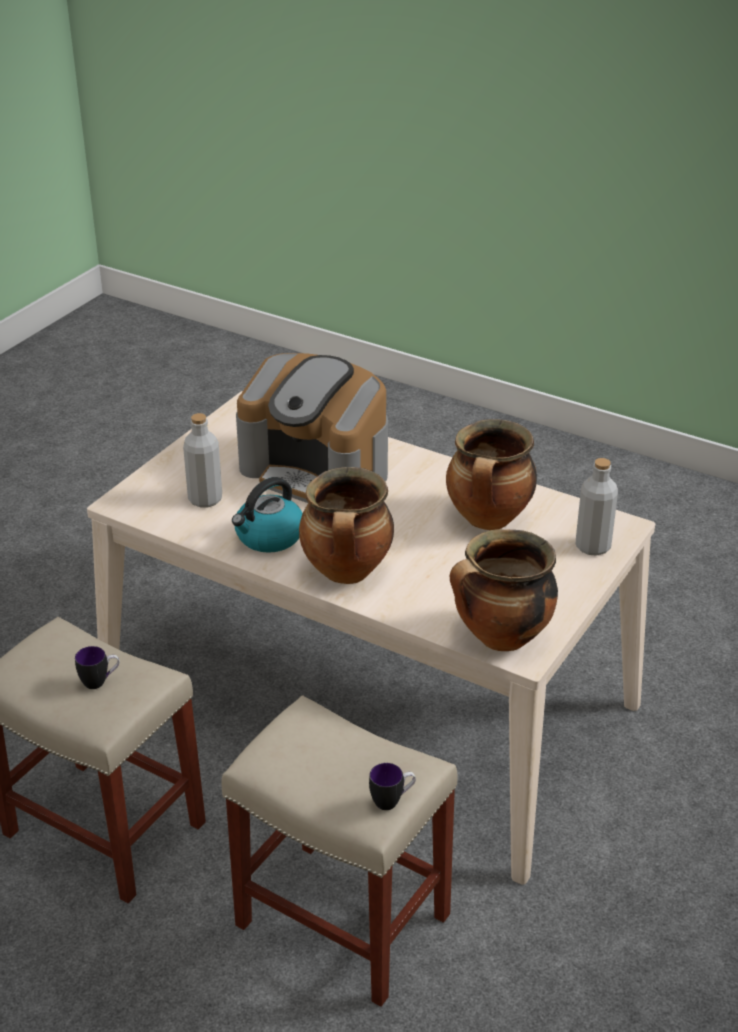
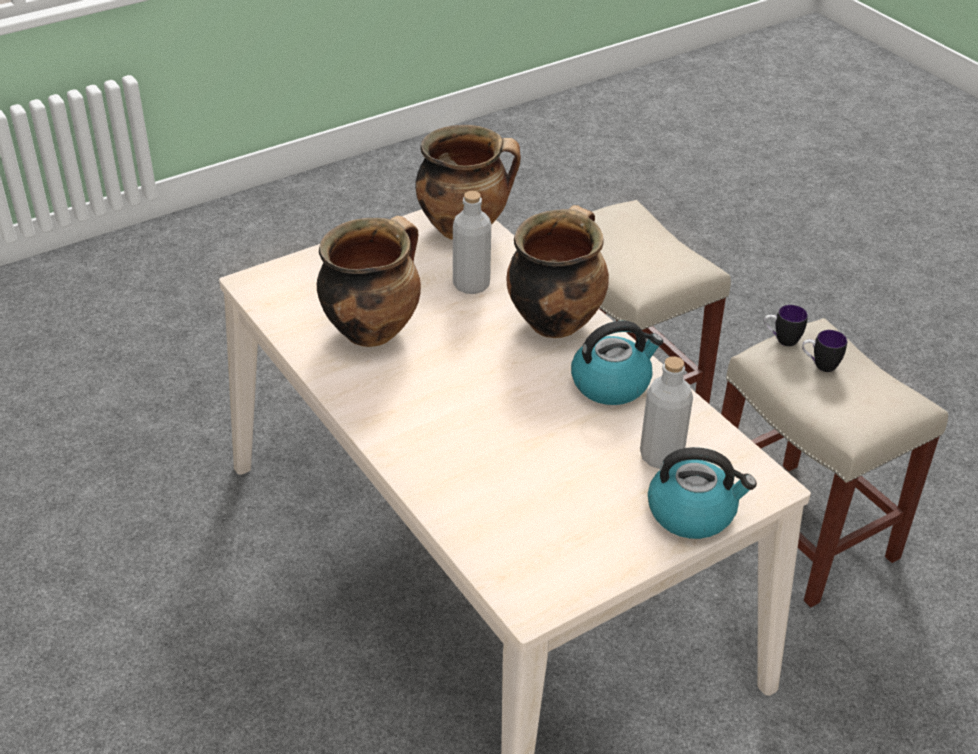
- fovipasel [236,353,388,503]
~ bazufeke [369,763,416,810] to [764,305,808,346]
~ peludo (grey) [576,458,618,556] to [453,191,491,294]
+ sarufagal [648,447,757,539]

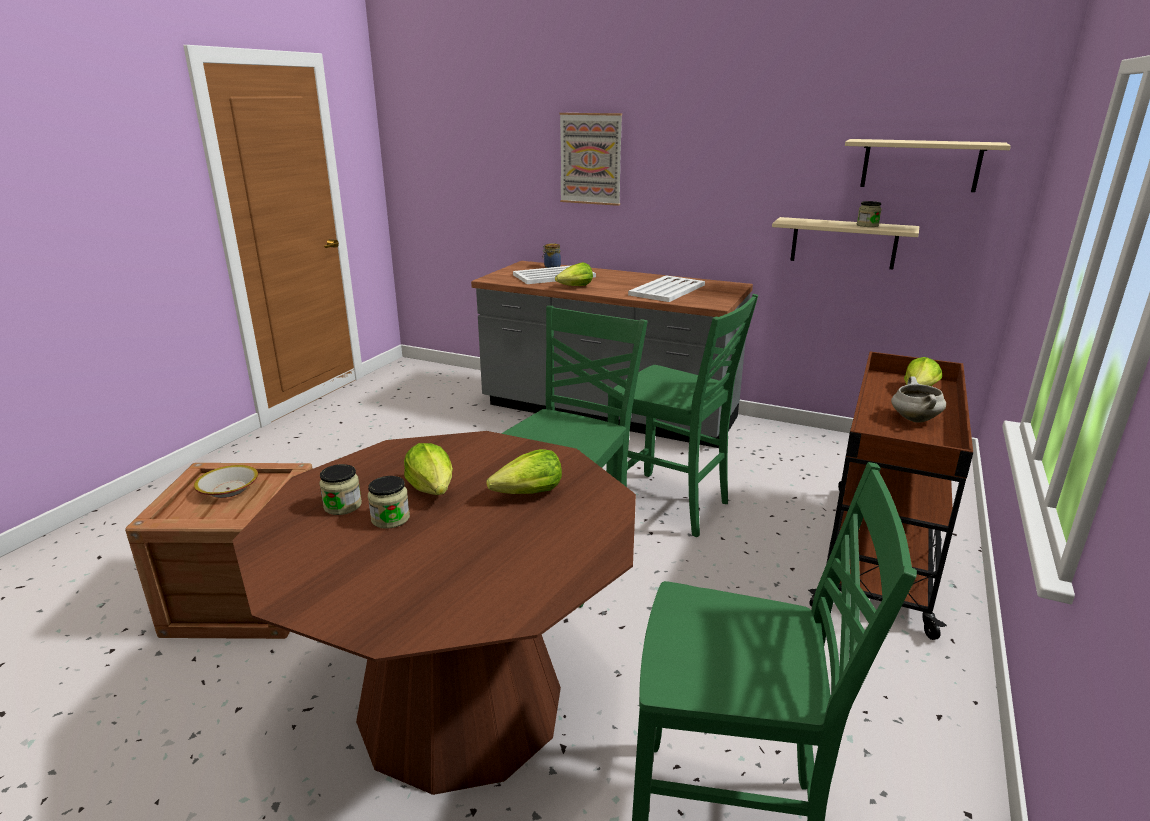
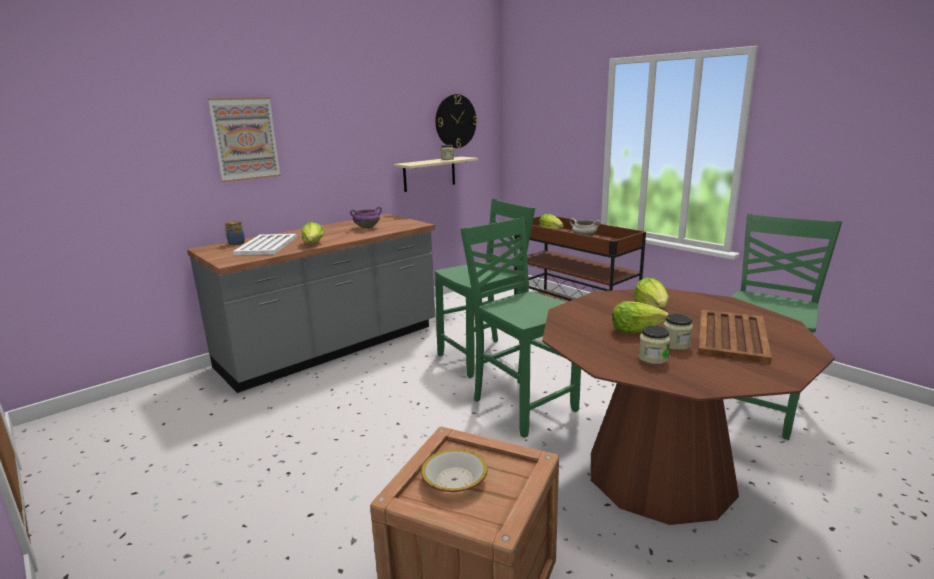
~ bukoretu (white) [628,275,705,302] to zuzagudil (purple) [350,207,381,229]
~ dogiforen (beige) [845,139,1011,192] to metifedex [435,94,477,148]
+ bukoretu (brown) [698,310,772,364]

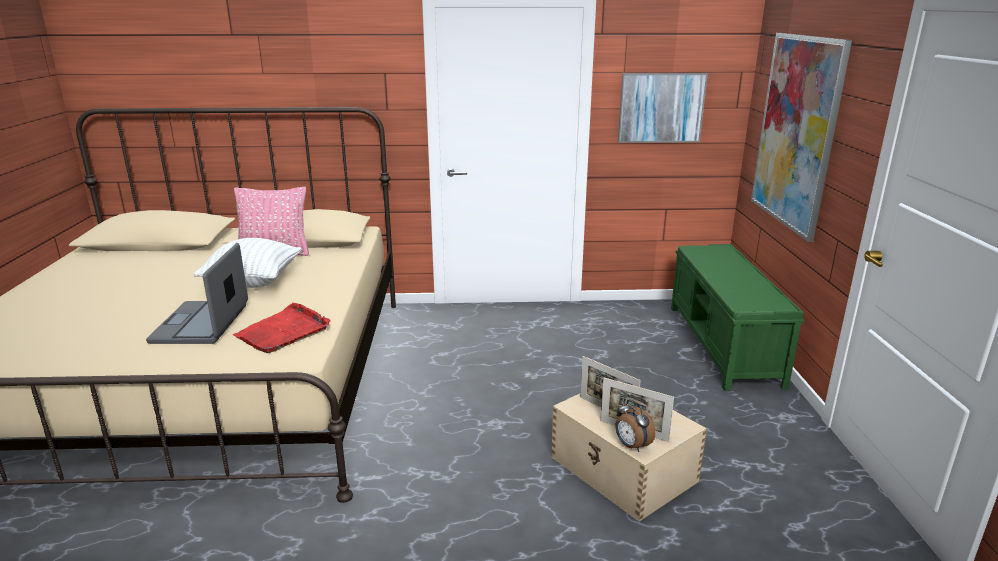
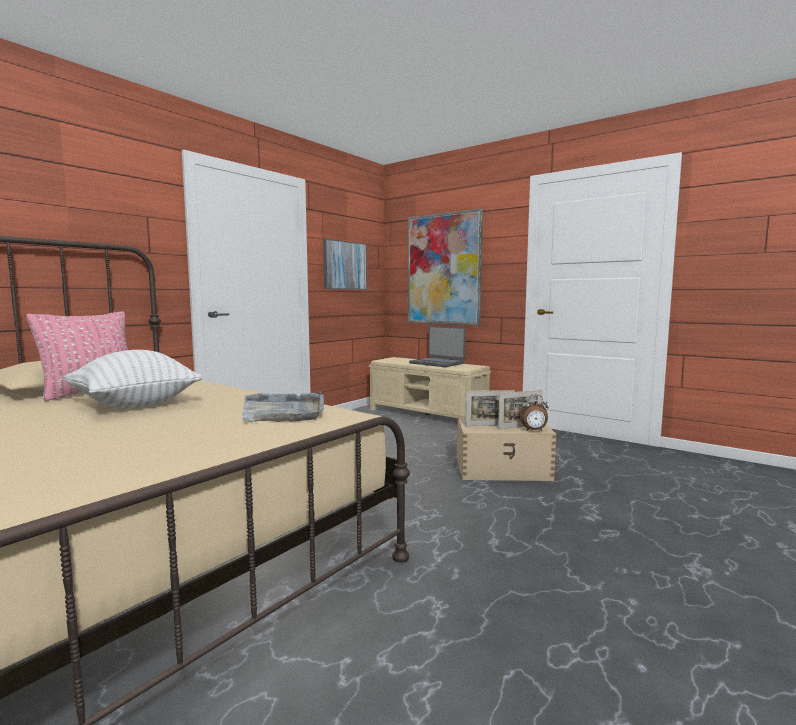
~ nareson [146,243,248,344] to [409,326,466,367]
~ bukoretu (red) [233,303,330,353] to bukoretu (grey) [242,392,324,422]
~ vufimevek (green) [671,244,805,391] to vufimevek (beige) [368,357,491,418]

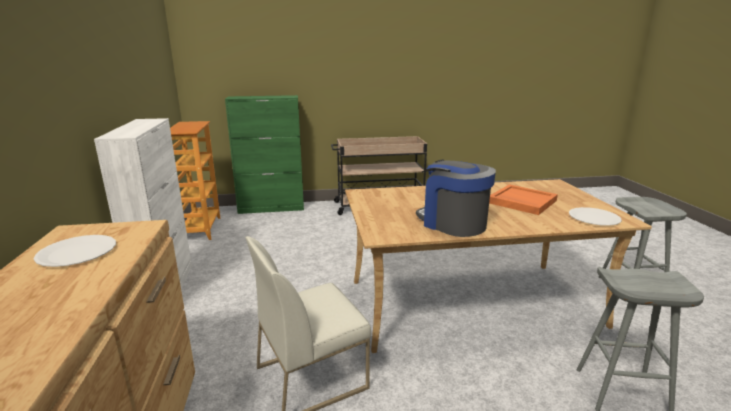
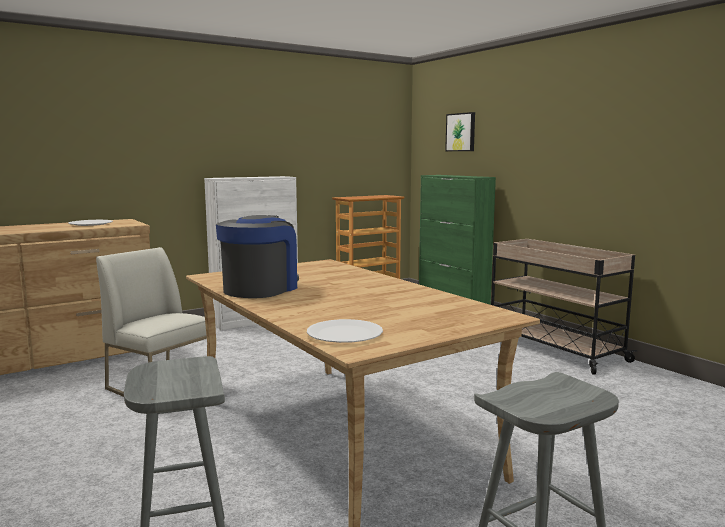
- bukoretu (orange) [489,184,558,215]
+ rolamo [445,112,475,151]

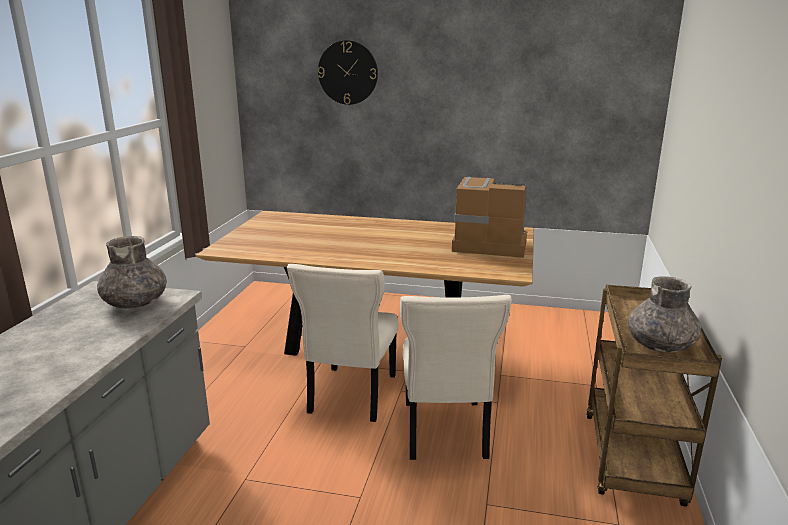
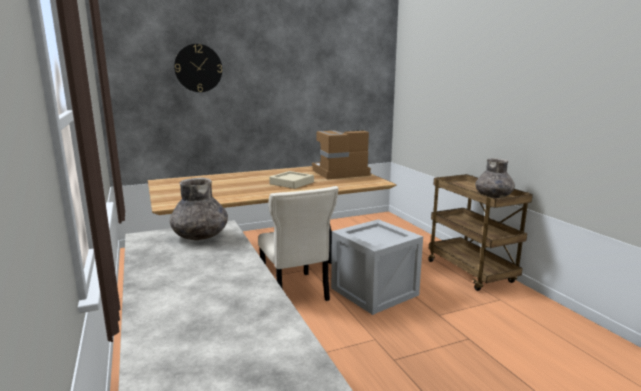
~ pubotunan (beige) [400,295,512,460] to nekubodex [331,219,423,315]
+ bukoretu (beige) [269,171,314,189]

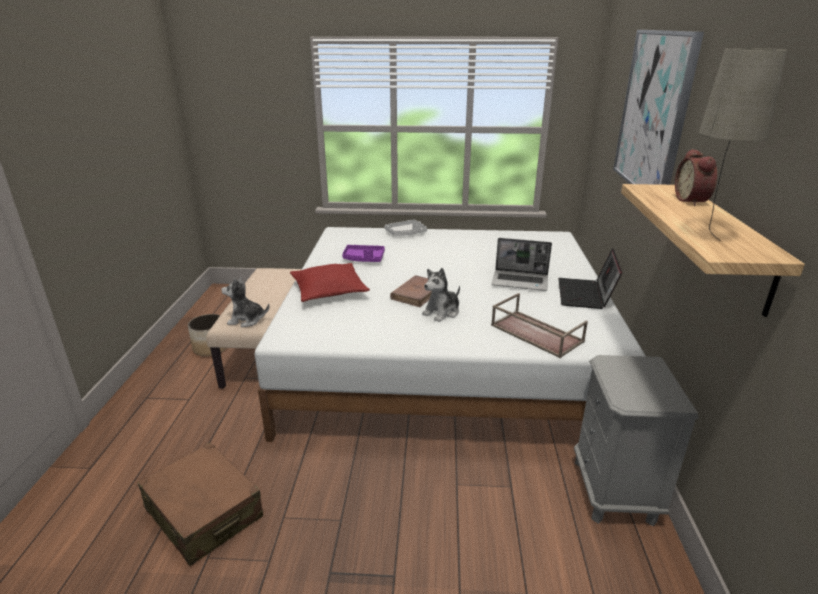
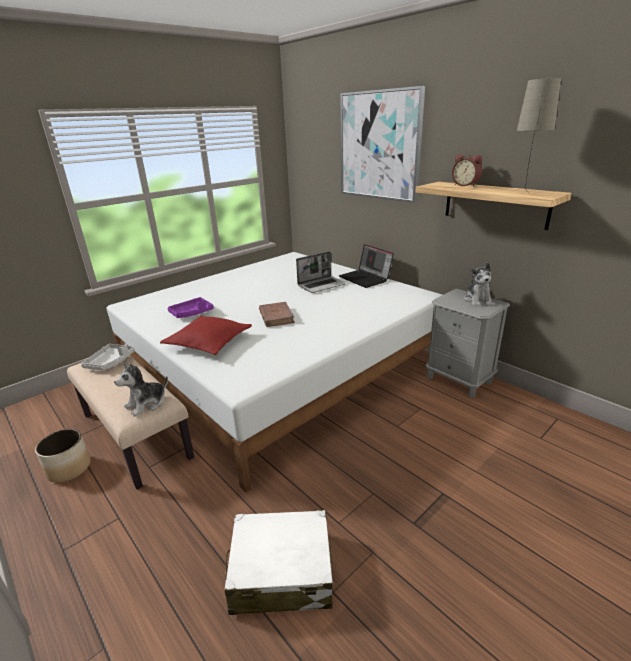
~ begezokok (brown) [138,442,263,566] to begezokok (white) [225,510,333,615]
~ bukoretu (grey) [384,219,427,236] to [81,344,135,371]
~ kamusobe [422,268,460,322] to [464,262,493,306]
- bukoretu (brown) [491,293,588,358]

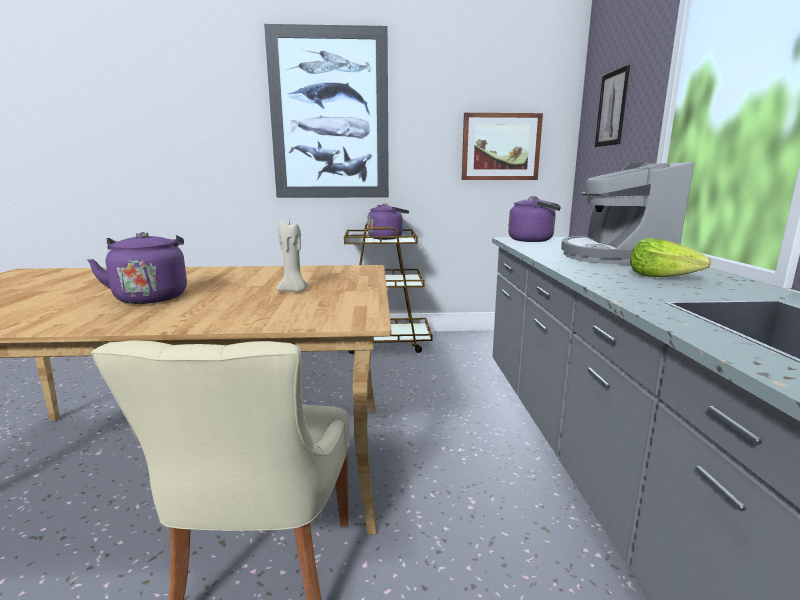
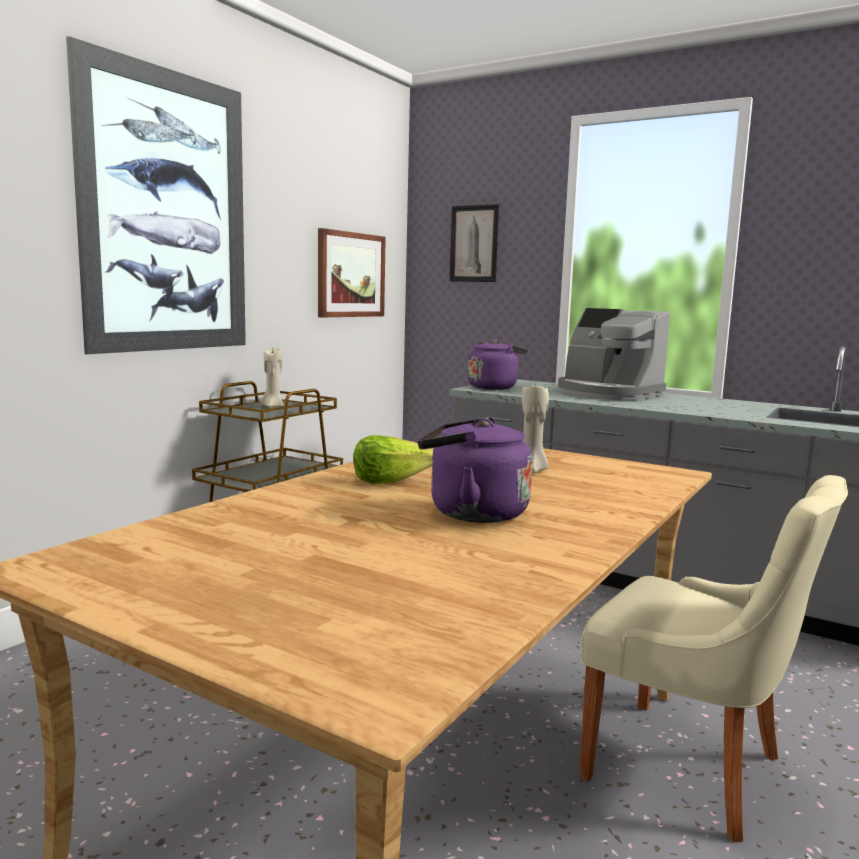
~ sarufagal (purple) [367,204,409,240] to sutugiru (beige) [261,348,283,407]
~ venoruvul [630,238,711,277] to [353,435,433,484]

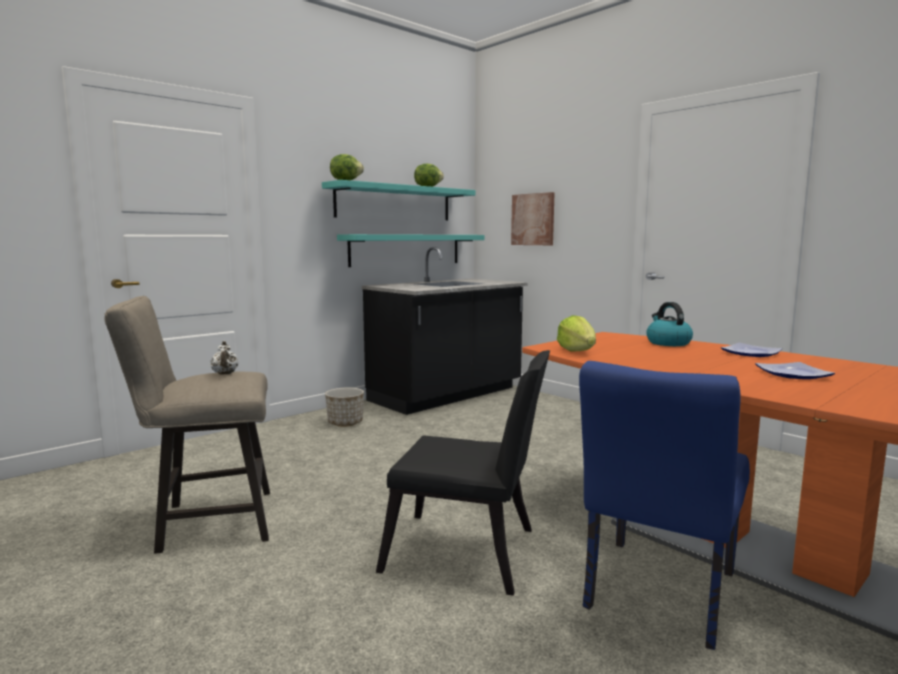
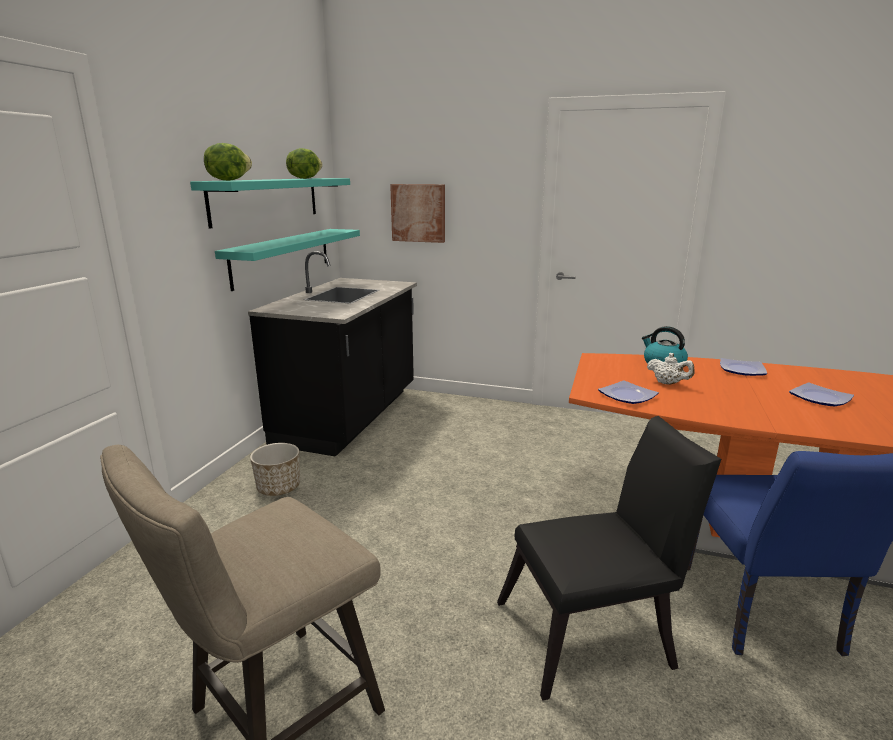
~ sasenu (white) [210,341,239,375] to [647,353,695,385]
~ venoruvul [557,315,596,351] to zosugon [598,380,659,404]

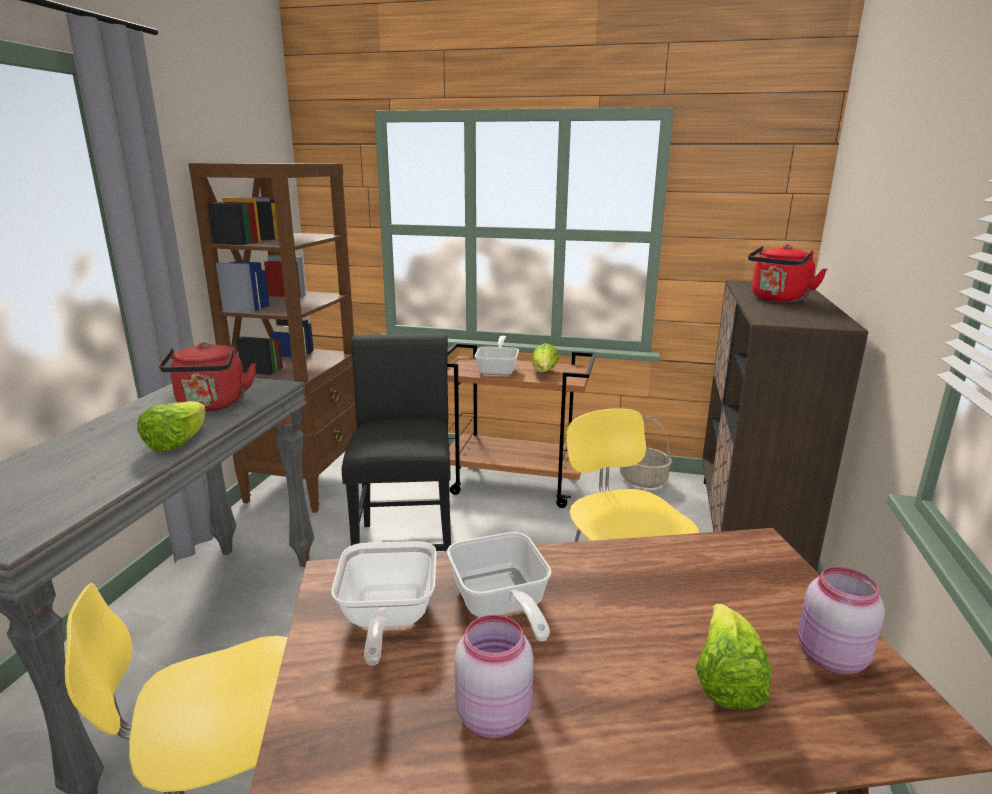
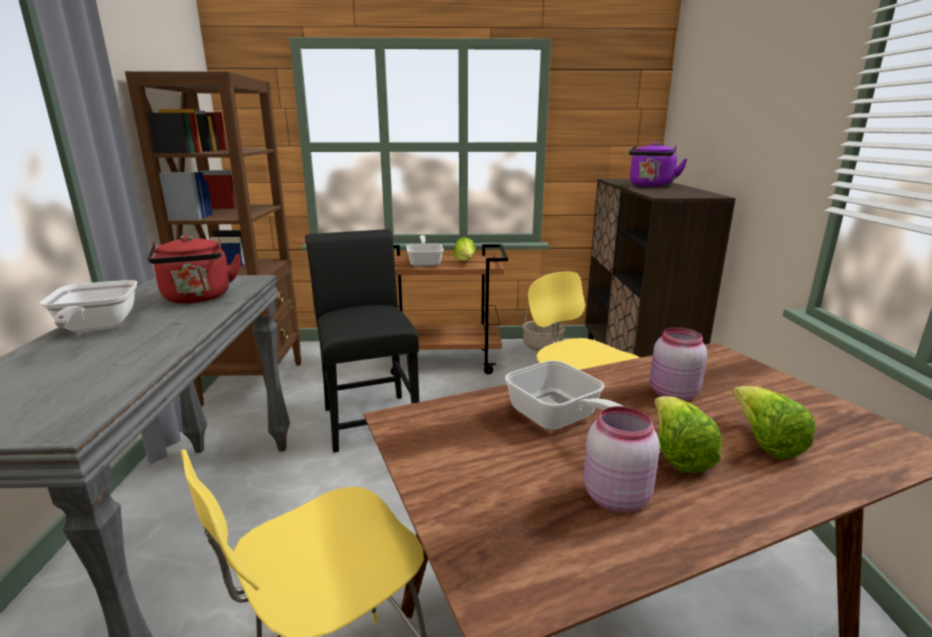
~ venoruvul [137,401,206,452] to [654,396,722,473]
~ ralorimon [331,541,437,666] to [40,280,137,332]
~ sarufagal (red) [748,244,827,302] to sarufagal (purple) [629,142,688,187]
~ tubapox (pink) [798,566,885,675] to [650,327,707,401]

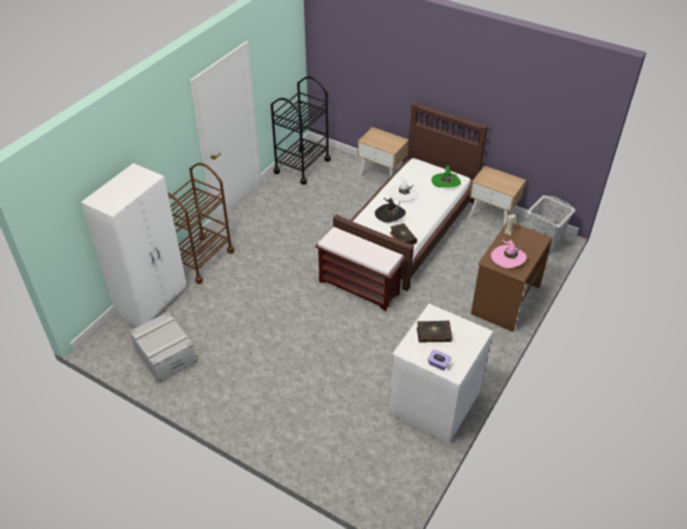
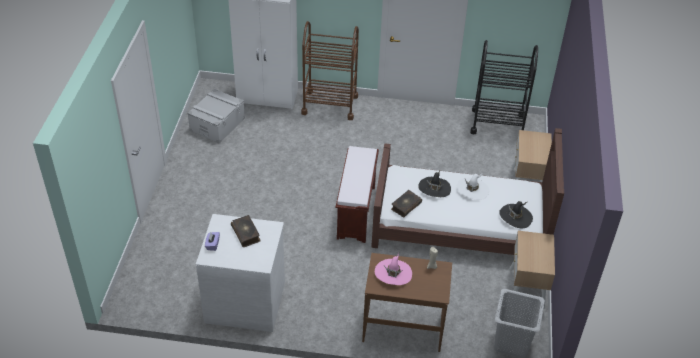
~ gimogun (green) [431,165,461,188] to gimogun (black) [499,201,533,228]

